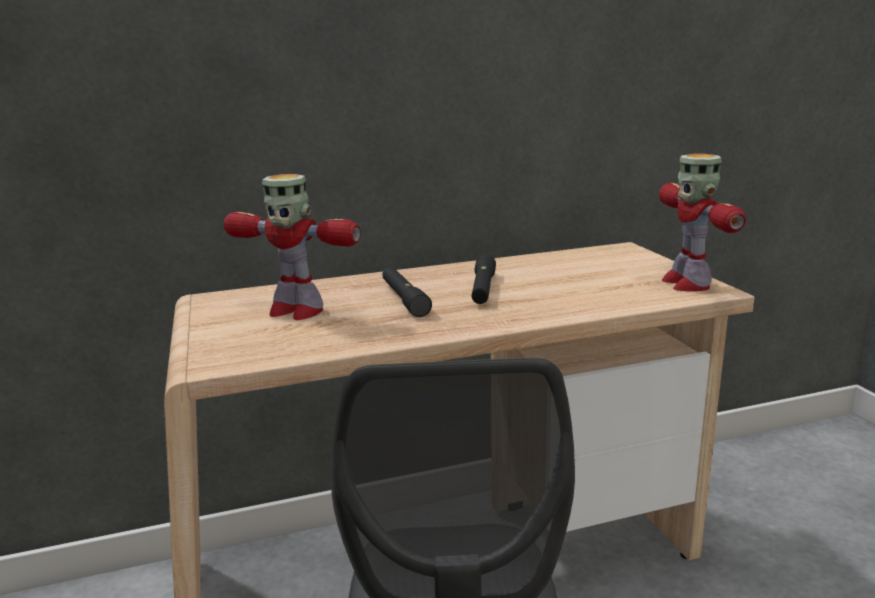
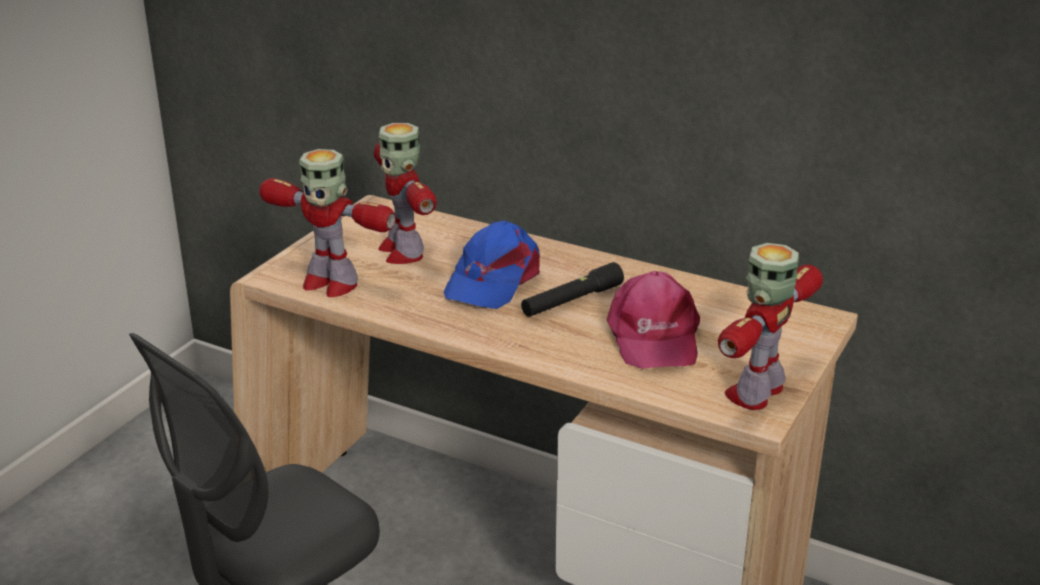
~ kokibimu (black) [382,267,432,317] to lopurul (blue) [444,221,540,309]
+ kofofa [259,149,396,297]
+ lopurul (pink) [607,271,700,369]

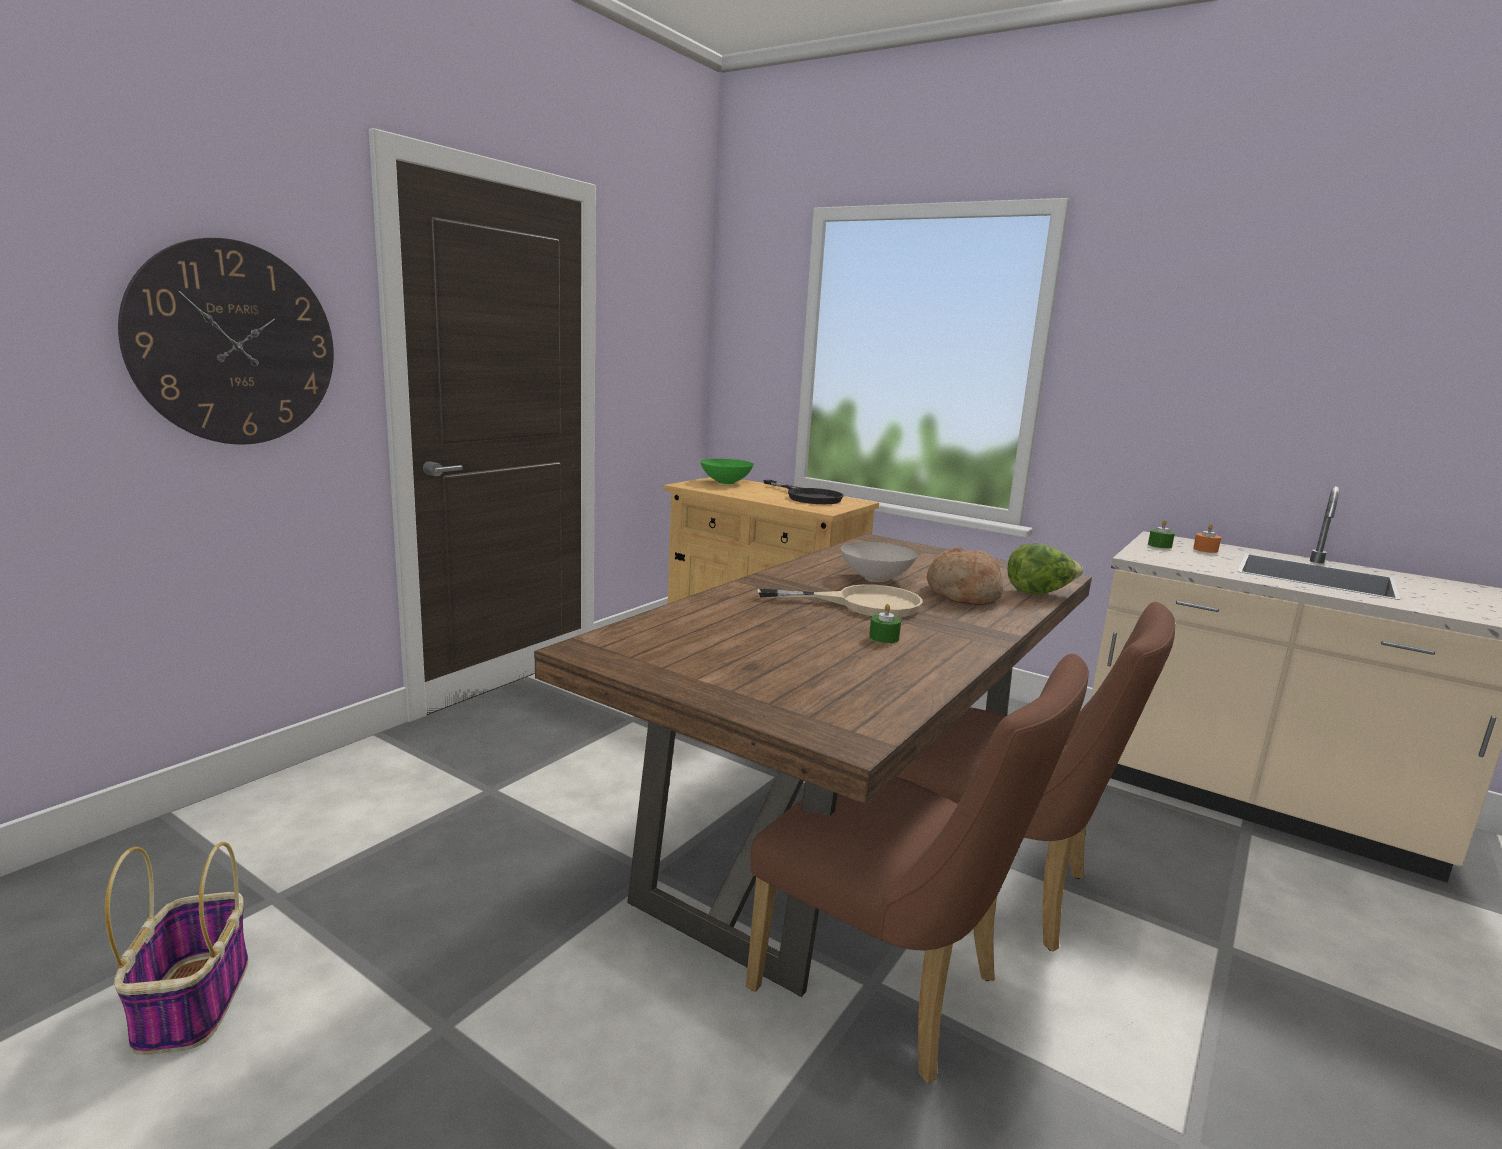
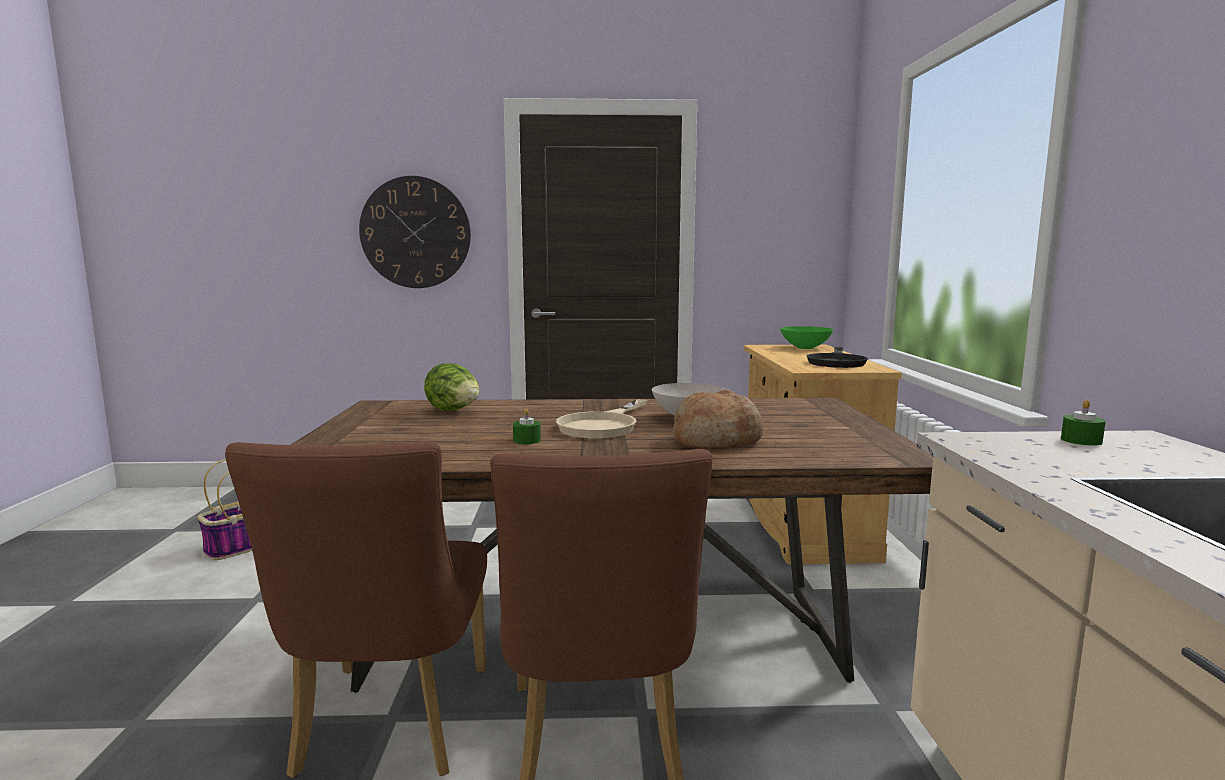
~ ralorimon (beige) [757,584,923,617] = [556,399,647,438] 60 degrees clockwise
~ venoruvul [1007,543,1083,595] to [424,363,480,411]
- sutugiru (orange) [1193,524,1221,553]

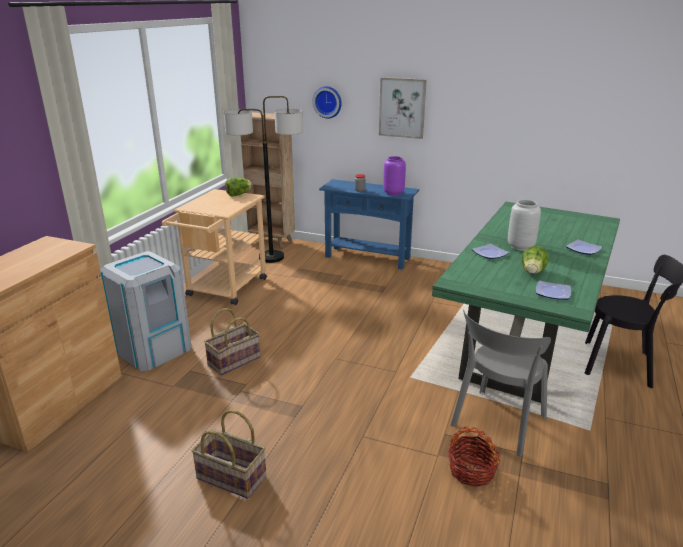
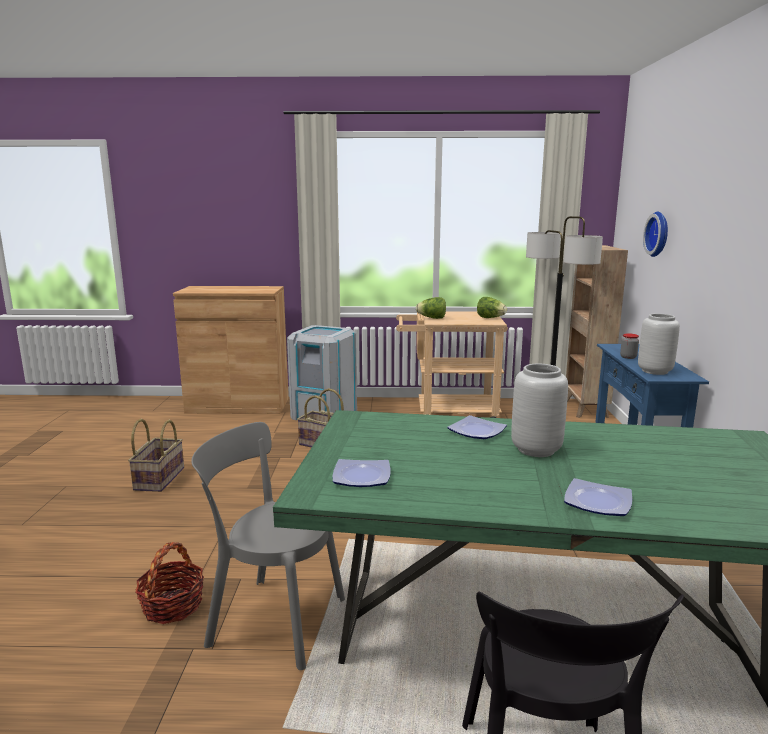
- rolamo [379,77,427,139]
~ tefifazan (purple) [383,156,406,196] to tefifazan (grey) [638,313,680,375]
~ venoruvul [522,246,549,274] to [416,297,446,319]

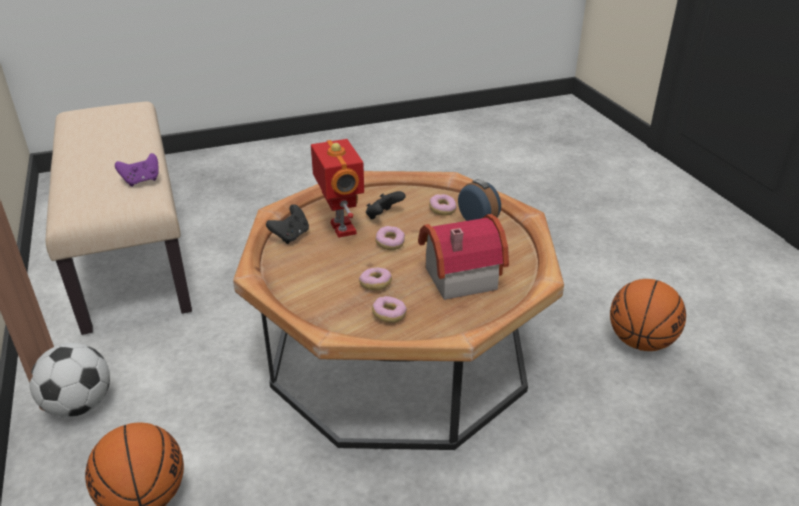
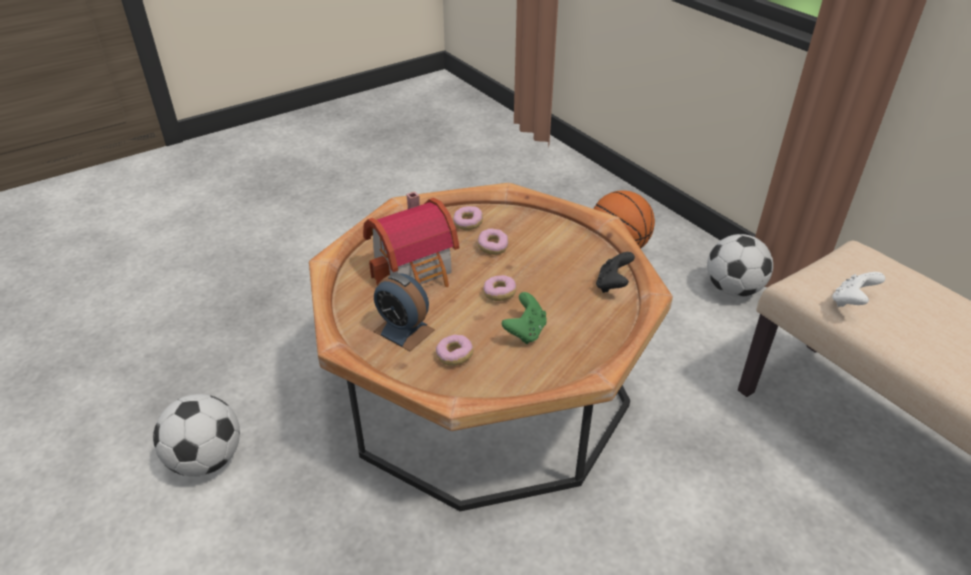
~ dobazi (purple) [115,153,159,186] to dobazi (white) [832,272,885,307]
- kofofa [311,139,364,238]
~ dobazi (black) [366,191,406,219] to dobazi (green) [502,292,547,344]
~ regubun [610,279,686,351] to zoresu [153,394,240,477]

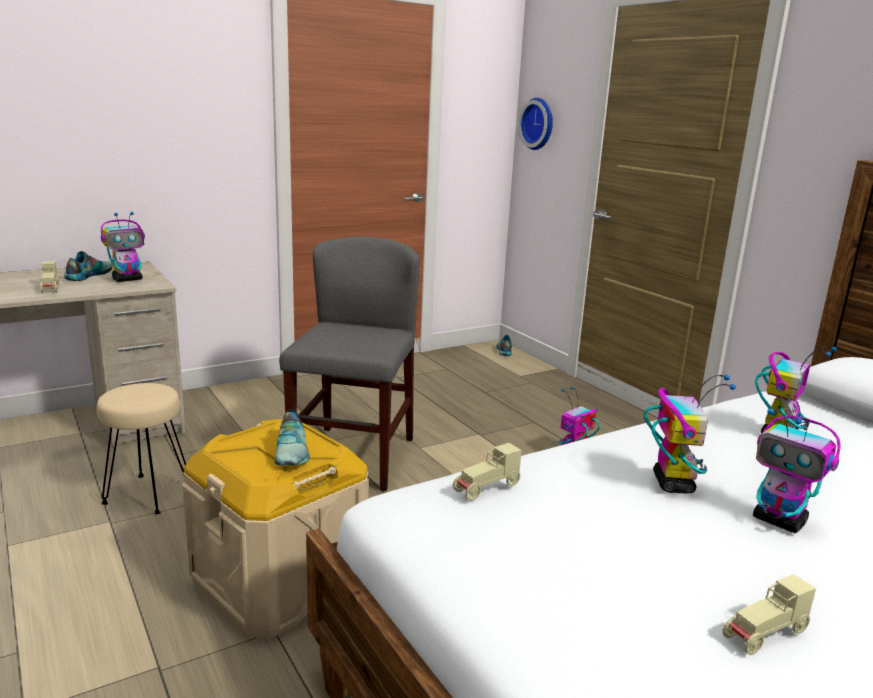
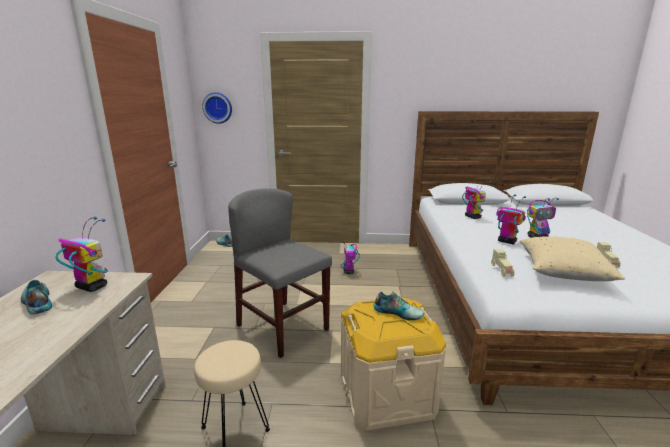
- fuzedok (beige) [40,261,59,293]
~ kofofa [101,212,145,282] = [55,217,108,292] 60 degrees counterclockwise
+ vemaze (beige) [520,236,625,281]

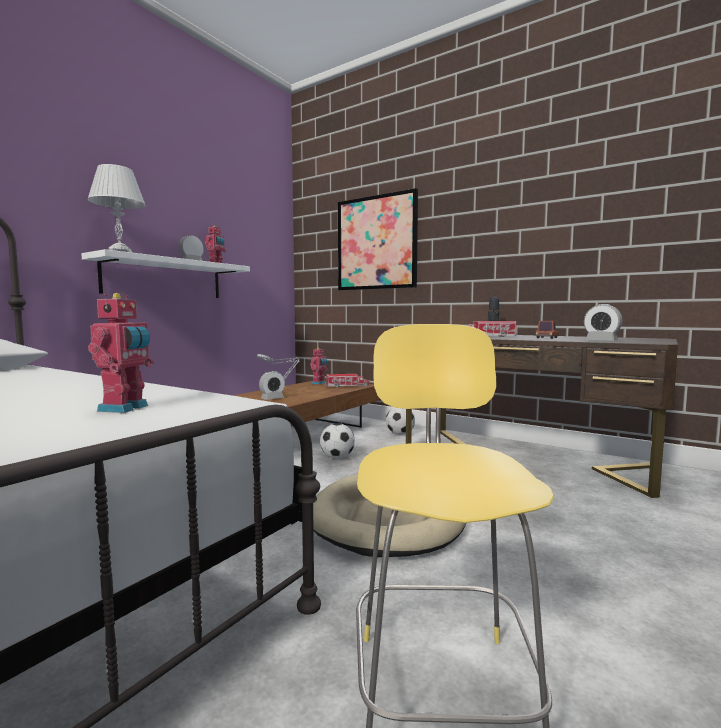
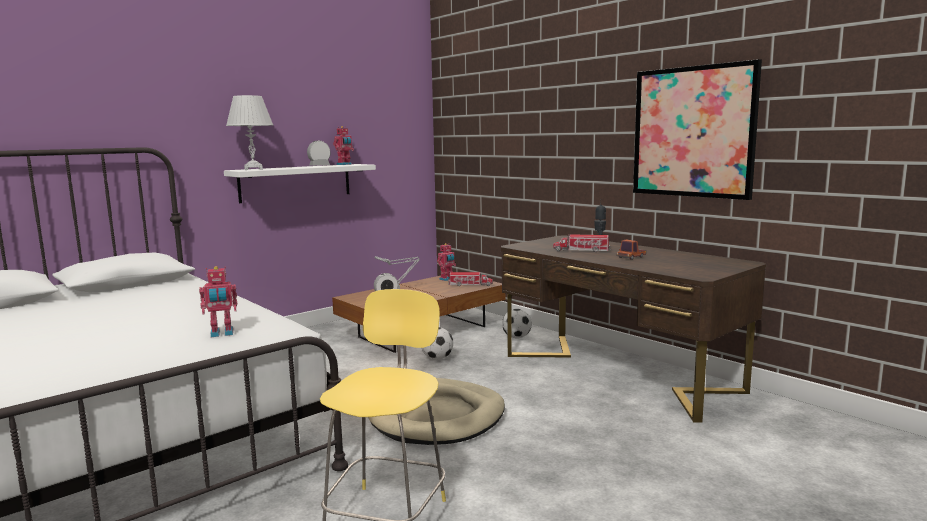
~ kofofa [88,293,154,413] = [199,266,237,337] 45 degrees clockwise
~ rolamo [338,188,418,290] to [633,59,762,200]
- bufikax [584,304,622,341]

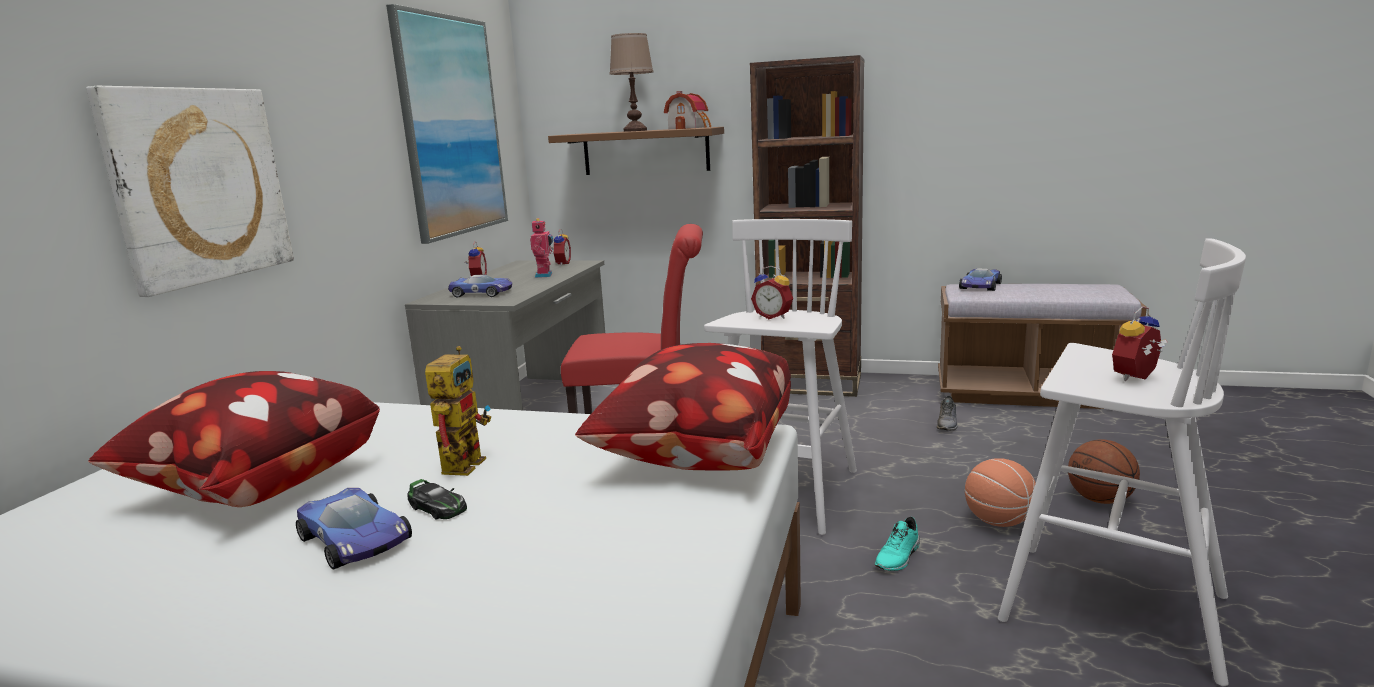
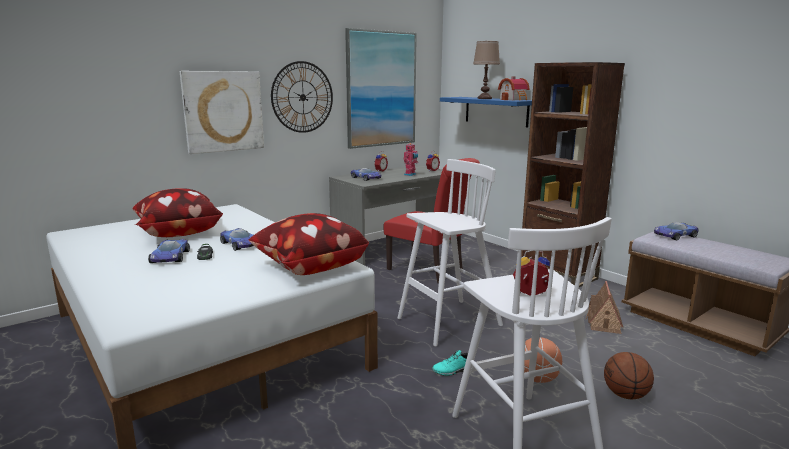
~ kofofa [425,346,491,476] to fuzedok [220,228,254,251]
~ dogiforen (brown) [548,127,724,175] to dogiforen (blue) [440,97,532,127]
- bufikax [751,266,793,319]
~ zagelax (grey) [937,396,958,430] to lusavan [586,281,623,334]
+ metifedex [271,61,333,133]

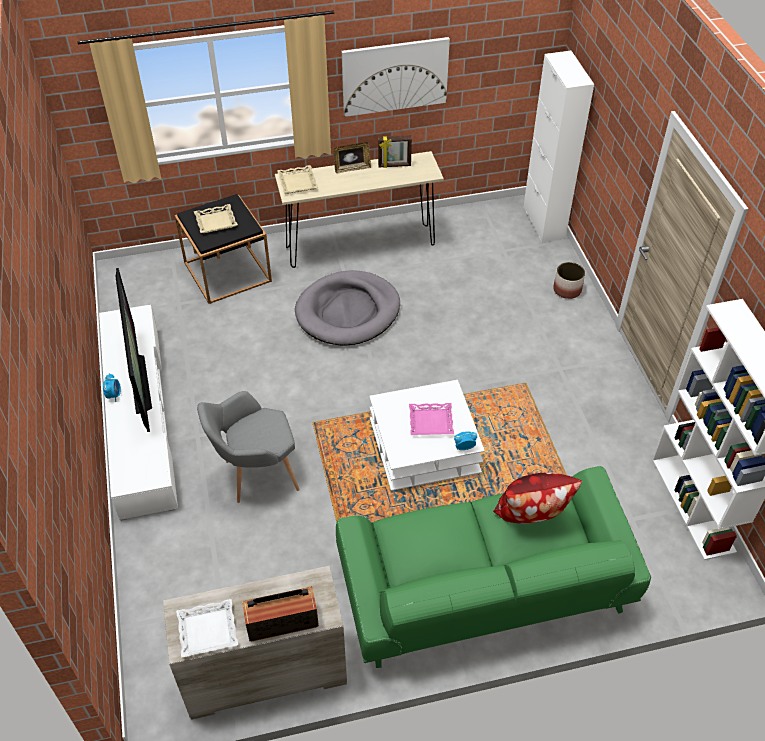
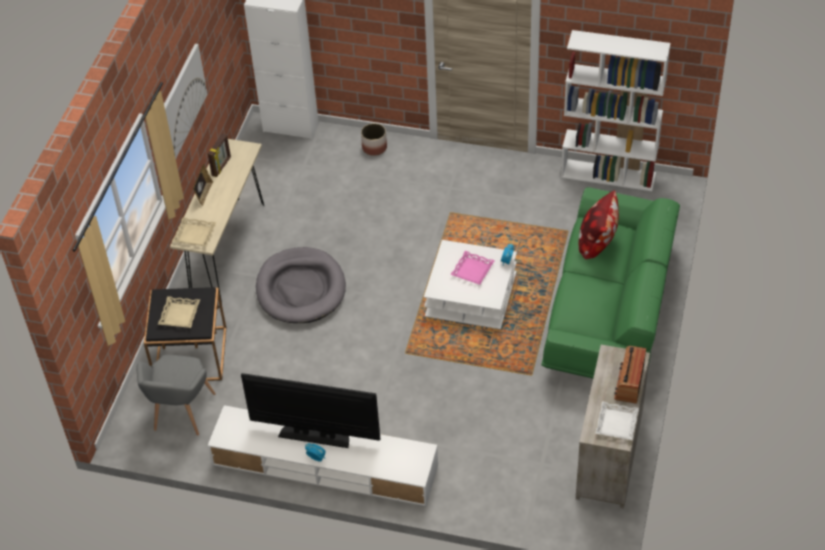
~ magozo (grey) [197,391,300,503] to [137,355,216,436]

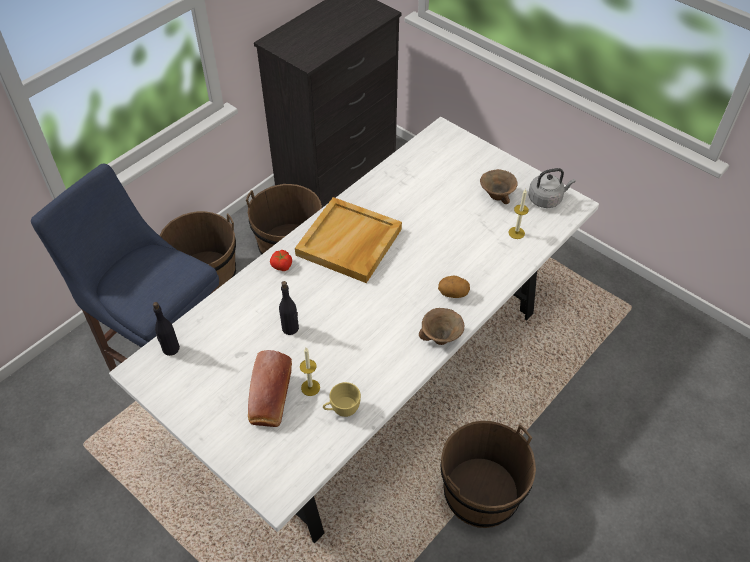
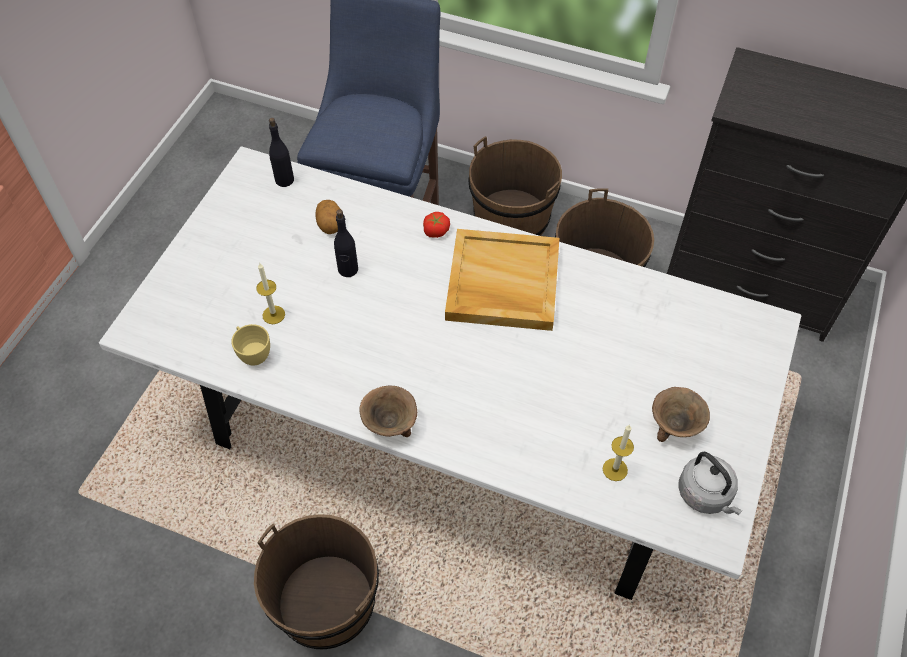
- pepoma [248,350,292,427]
~ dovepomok [438,276,470,298] to [315,200,341,234]

